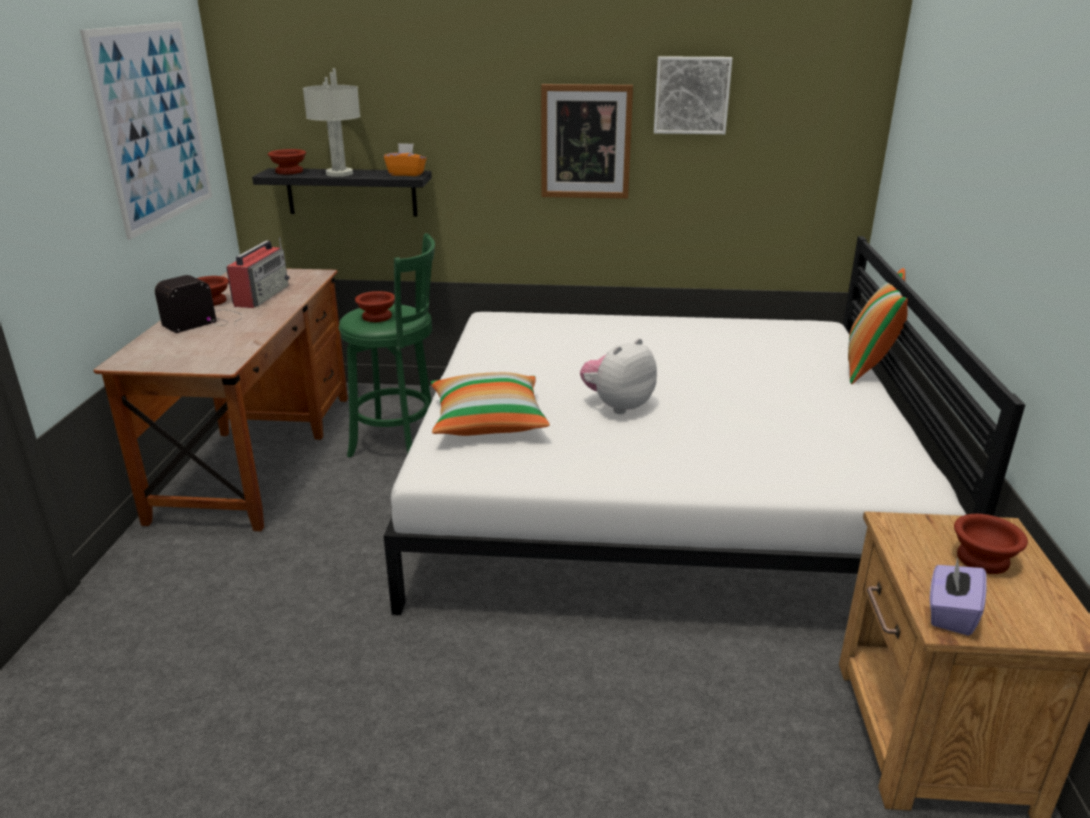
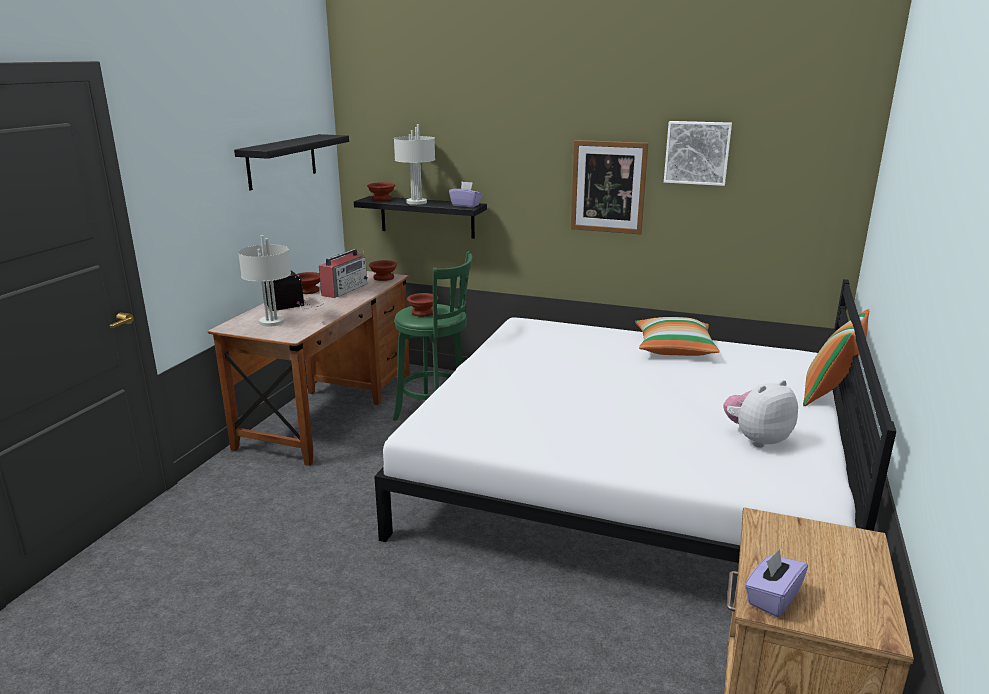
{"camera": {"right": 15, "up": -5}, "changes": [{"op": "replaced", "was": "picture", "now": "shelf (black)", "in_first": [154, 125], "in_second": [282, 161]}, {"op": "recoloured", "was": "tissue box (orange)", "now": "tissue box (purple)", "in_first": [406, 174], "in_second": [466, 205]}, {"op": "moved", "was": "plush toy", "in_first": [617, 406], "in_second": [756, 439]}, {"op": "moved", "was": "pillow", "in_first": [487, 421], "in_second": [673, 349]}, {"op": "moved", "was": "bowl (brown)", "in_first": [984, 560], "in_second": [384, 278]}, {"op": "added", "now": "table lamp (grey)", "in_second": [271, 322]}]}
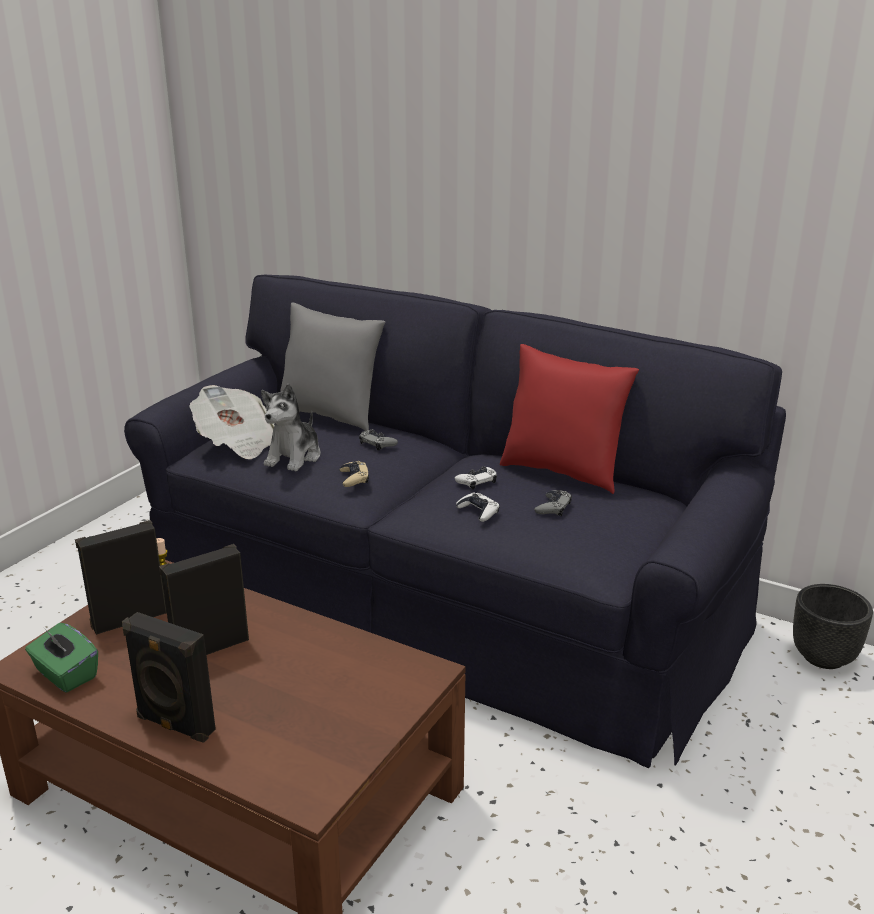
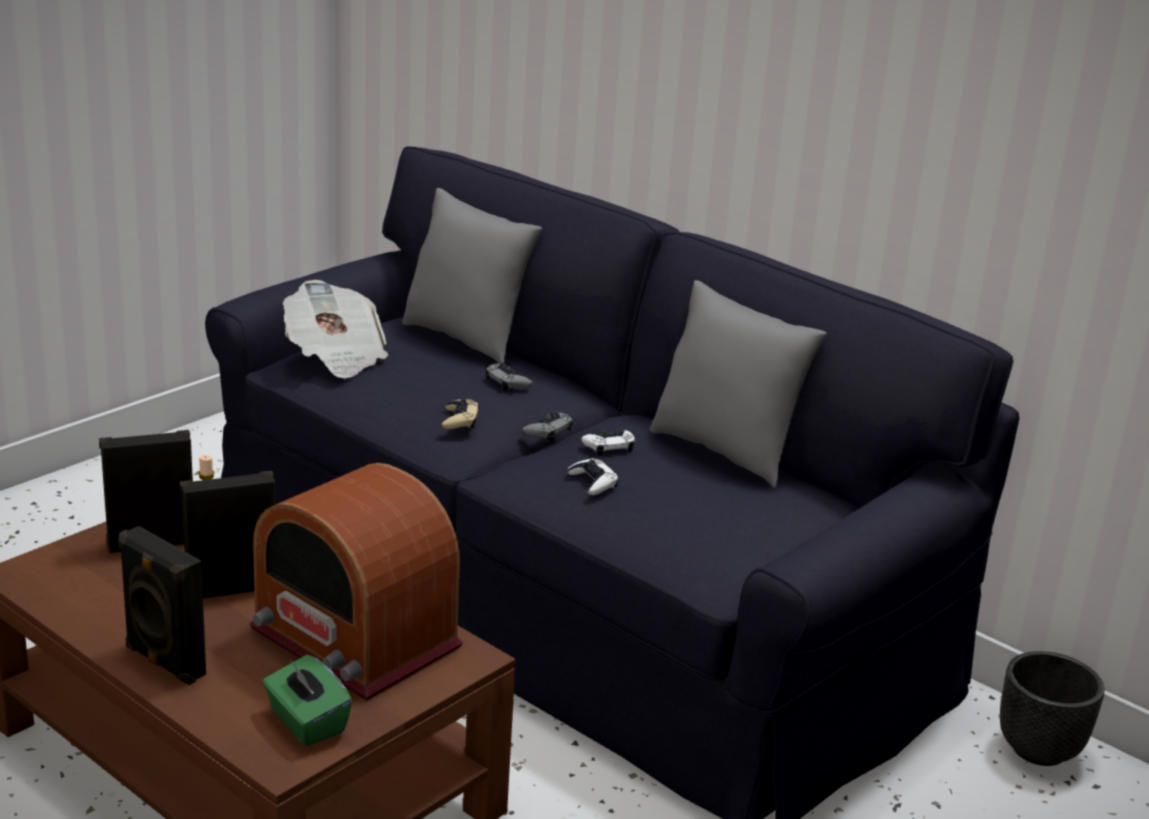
{"camera": {"right": 10, "up": 0}, "changes": [{"op": "recoloured", "was": "pillow (red)", "now": "pillow (grey)", "in_first": [562, 471], "in_second": [725, 451]}, {"op": "removed", "was": "plush toy", "in_first": [294, 457]}, {"op": "moved", "was": "game controller (grey)", "in_first": [553, 507], "in_second": [548, 431]}, {"op": "moved", "was": "tissue box (green)", "in_first": [65, 674], "in_second": [306, 723]}, {"op": "added", "now": "radio", "in_second": [354, 639]}]}
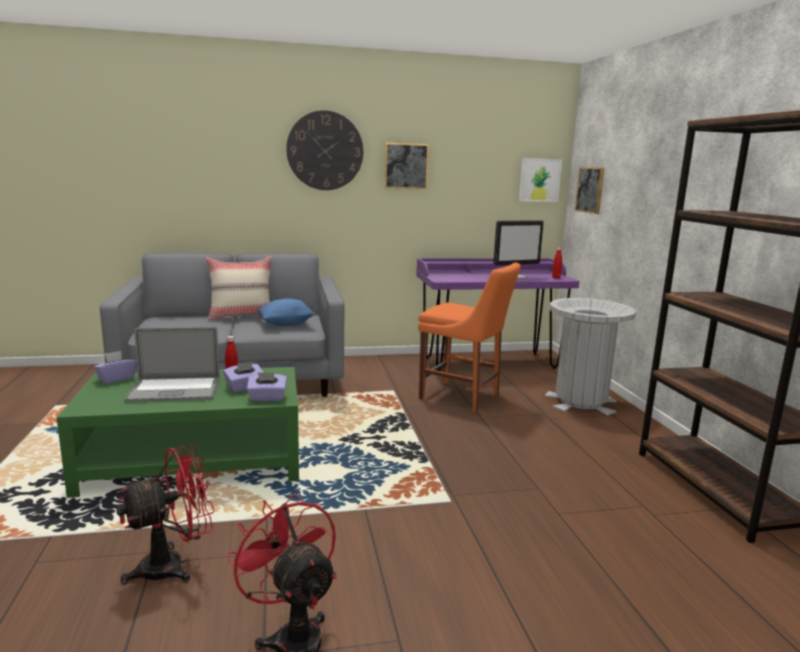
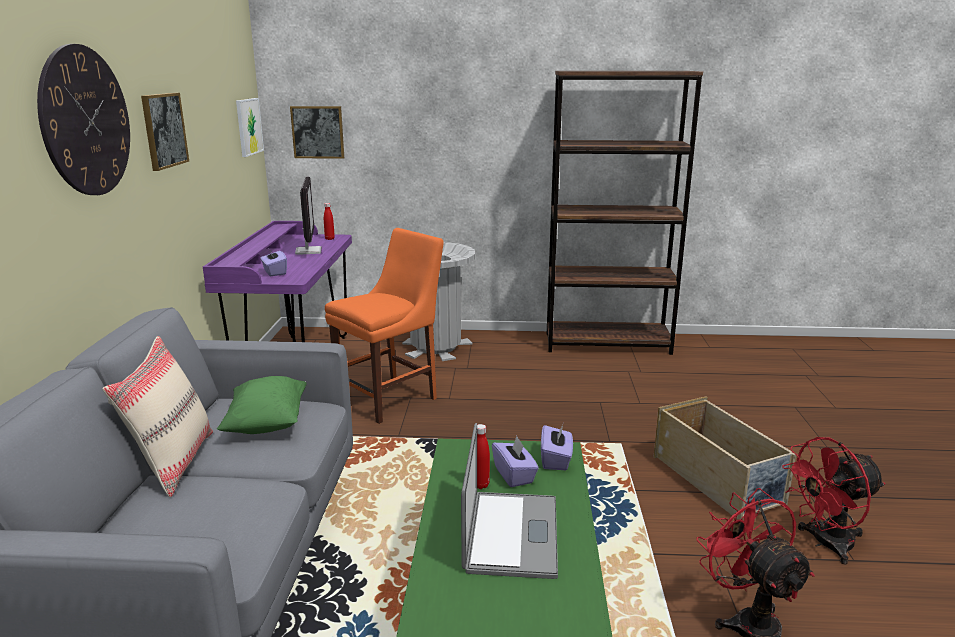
{"camera": {"right": -75, "up": 5}, "changes": [{"op": "recoloured", "was": "pillow (blue)", "now": "pillow (green)", "in_first": [286, 324], "in_second": [266, 424]}, {"op": "moved", "was": "tissue box (purple)", "in_first": [116, 379], "in_second": [274, 272]}, {"op": "added", "now": "storage box (beige)", "in_second": [718, 480]}]}
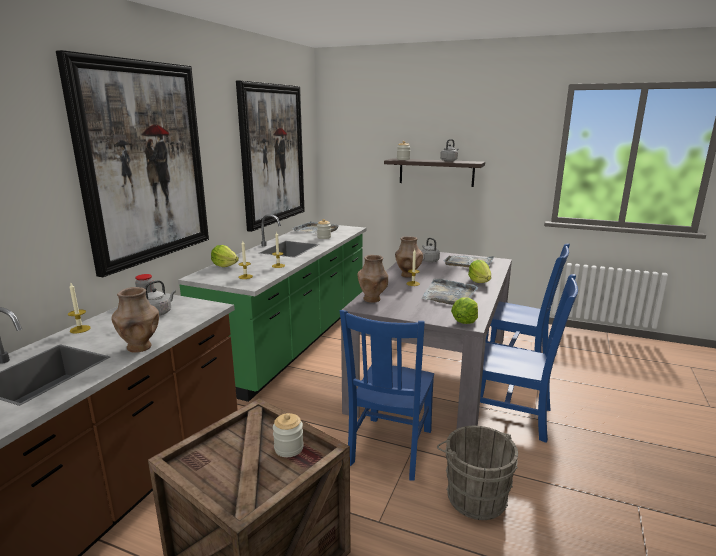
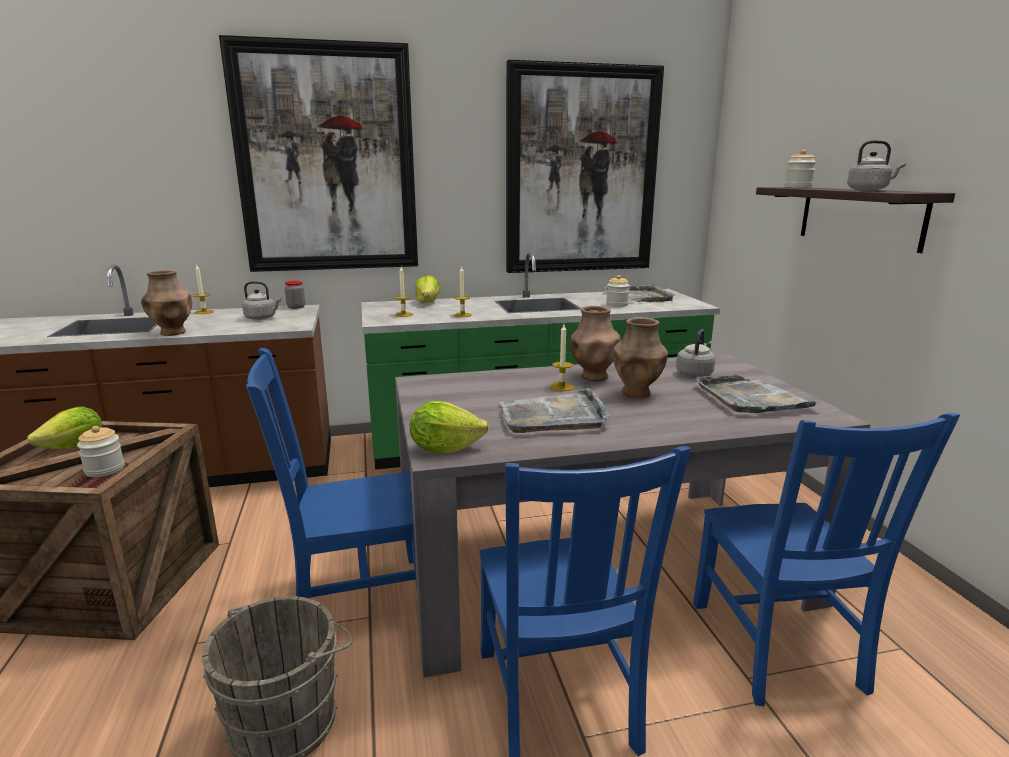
{"camera": {"right": 55, "up": 0}, "changes": [{"op": "moved", "was": "vase (brown)", "in_first": [372, 299], "in_second": [636, 393]}, {"op": "moved", "was": "lettuce", "in_first": [479, 281], "in_second": [74, 446]}]}
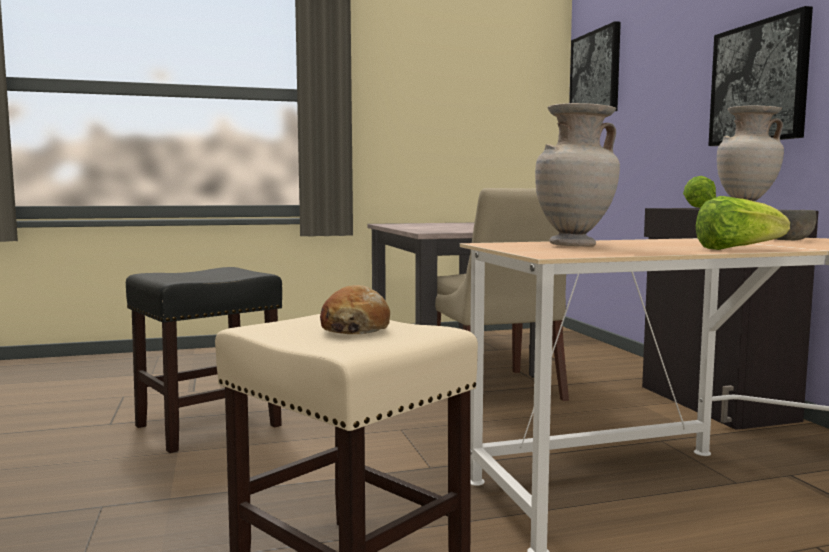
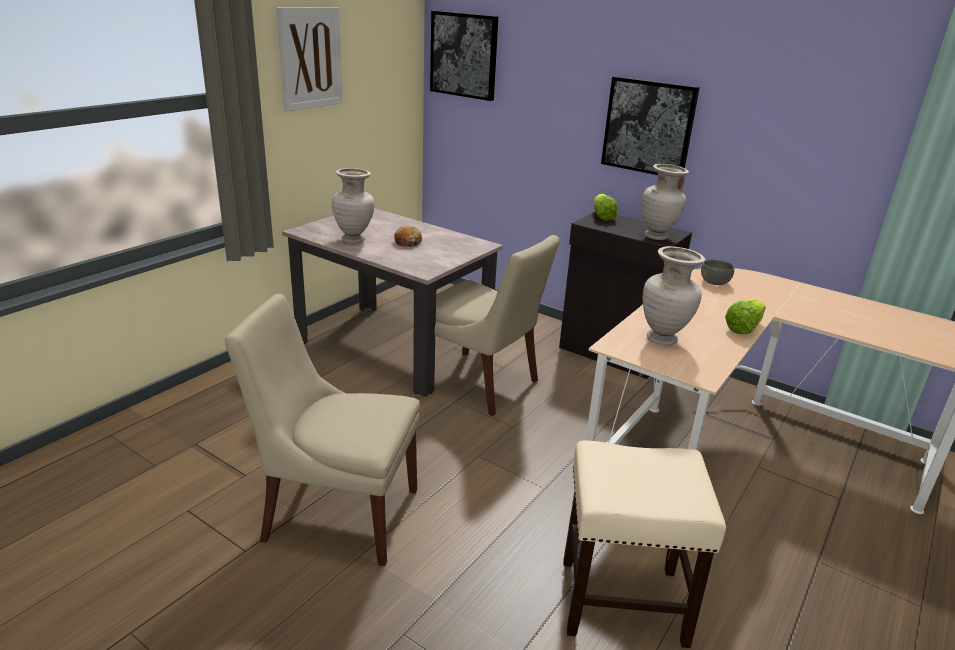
{"camera": {"right": -40, "up": 20}, "changes": [{"op": "replaced", "was": "stool (black)", "now": "chair (beige)", "in_first": [210, 425], "in_second": [336, 513]}, {"op": "moved", "was": "bread", "in_first": [355, 328], "in_second": [407, 242]}, {"op": "added", "now": "picture", "in_second": [310, 58]}, {"op": "added", "now": "vase (beige)", "in_second": [354, 240]}]}
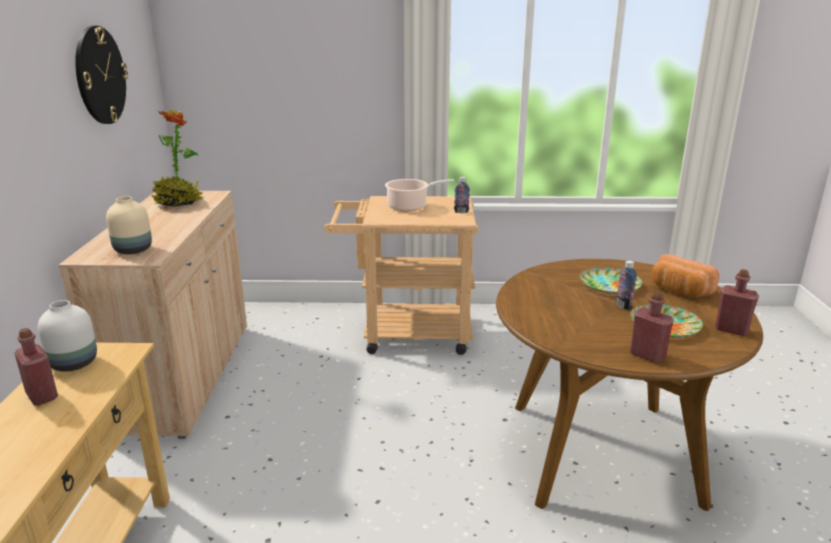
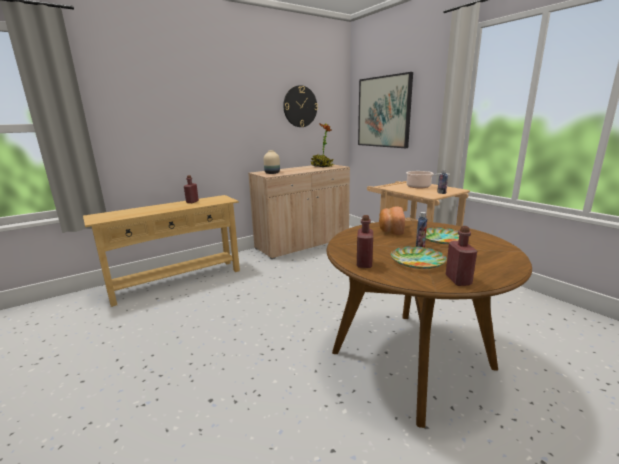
{"camera": {"right": 55, "up": -5}, "changes": [{"op": "moved", "was": "bread", "in_first": [679, 291], "in_second": [390, 230]}, {"op": "removed", "was": "vase (white)", "in_first": [72, 363]}, {"op": "added", "now": "picture", "in_second": [384, 112]}]}
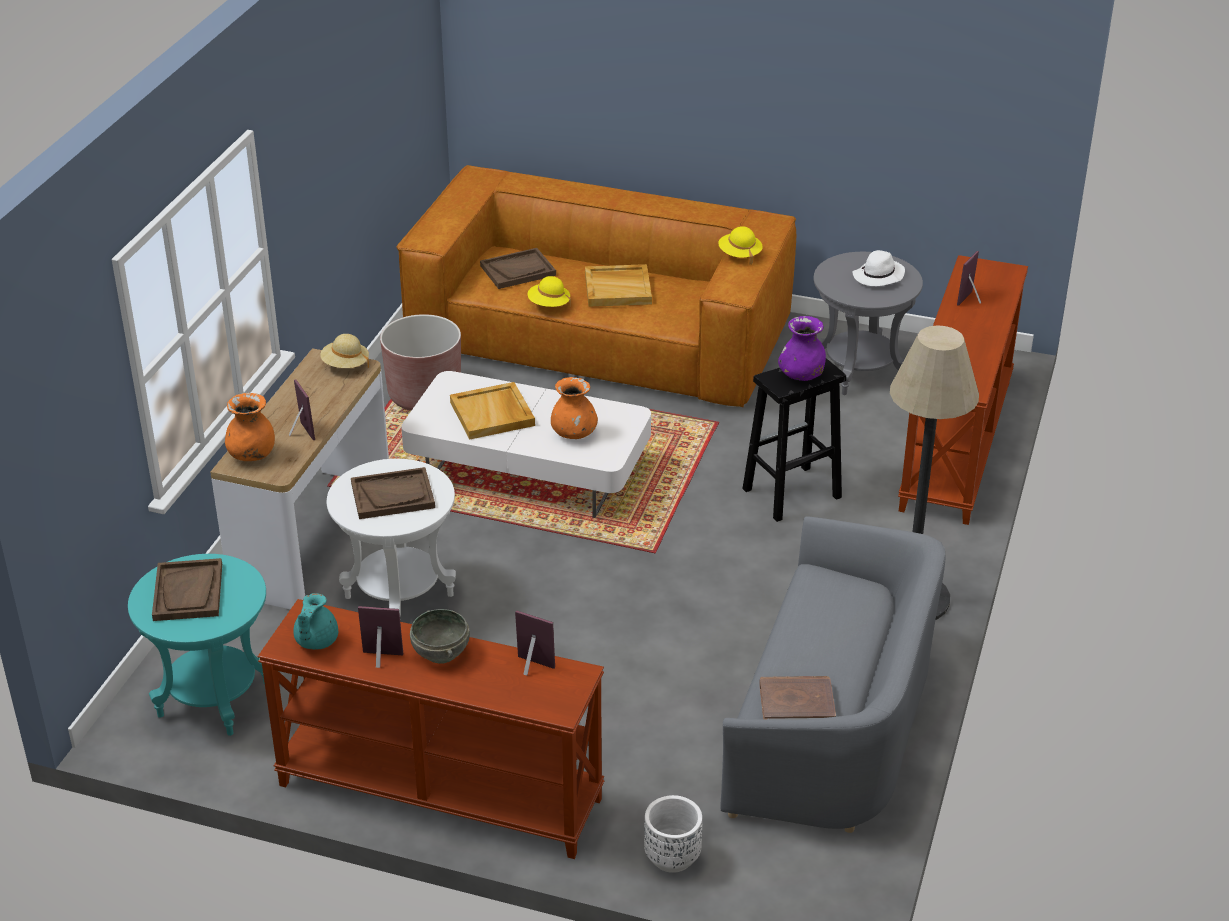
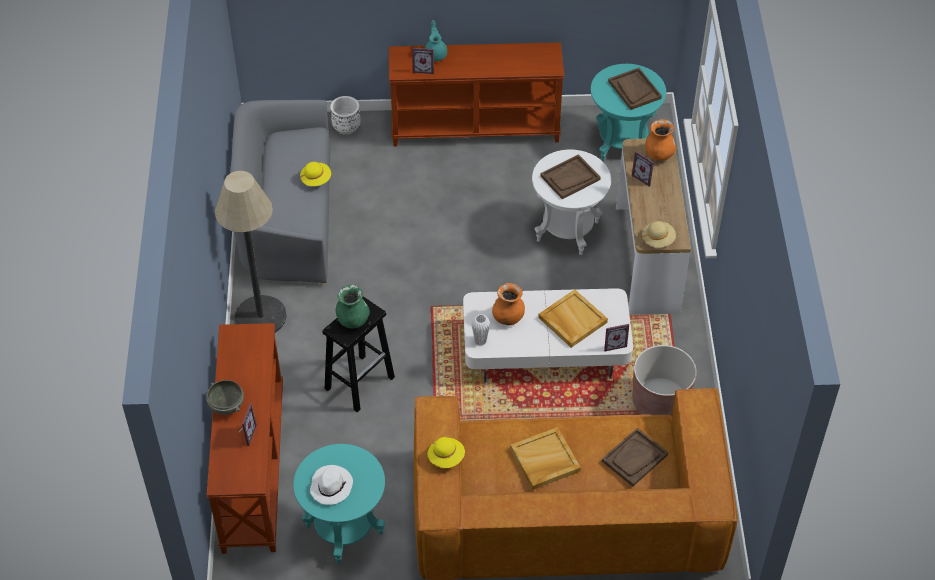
{"camera": {"right": 160, "up": 15}, "changes": [{"op": "recoloured", "was": "side table (grey)", "now": "side table (turquoise)", "in_first": [859, 372], "in_second": [344, 530]}, {"op": "moved", "was": "hat (yellow)", "in_first": [549, 304], "in_second": [316, 179]}, {"op": "recoloured", "was": "vase (purple)", "now": "vase (green)", "in_first": [801, 376], "in_second": [352, 320]}, {"op": "moved", "was": "teapot (turquoise)", "in_first": [315, 641], "in_second": [436, 54]}, {"op": "moved", "was": "picture frame", "in_first": [381, 660], "in_second": [613, 344]}, {"op": "moved", "was": "bowl (grey)", "in_first": [442, 652], "in_second": [226, 406]}, {"op": "removed", "was": "book (brown)", "in_first": [796, 704]}, {"op": "added", "now": "vase (white)", "in_second": [480, 341]}]}
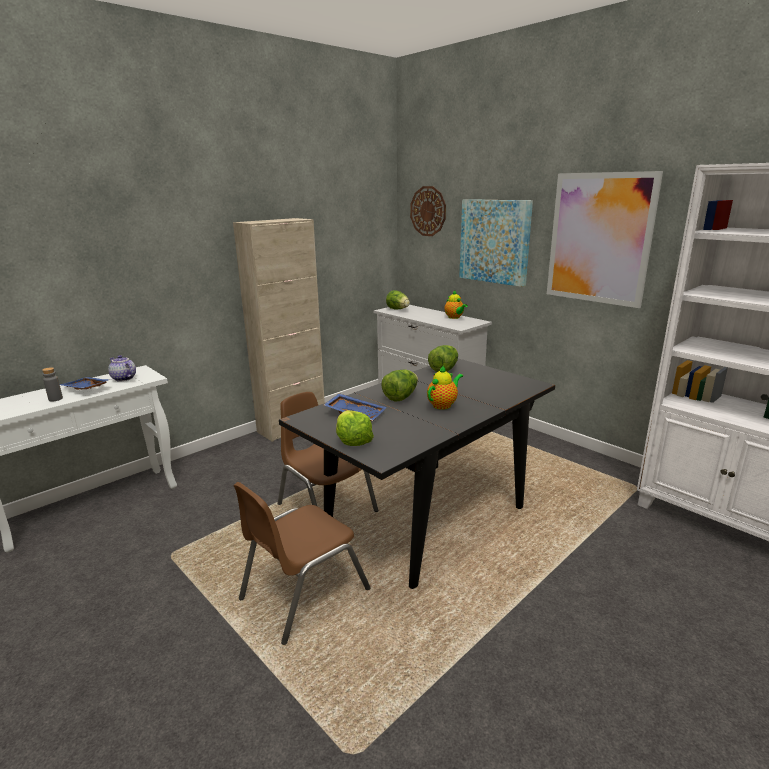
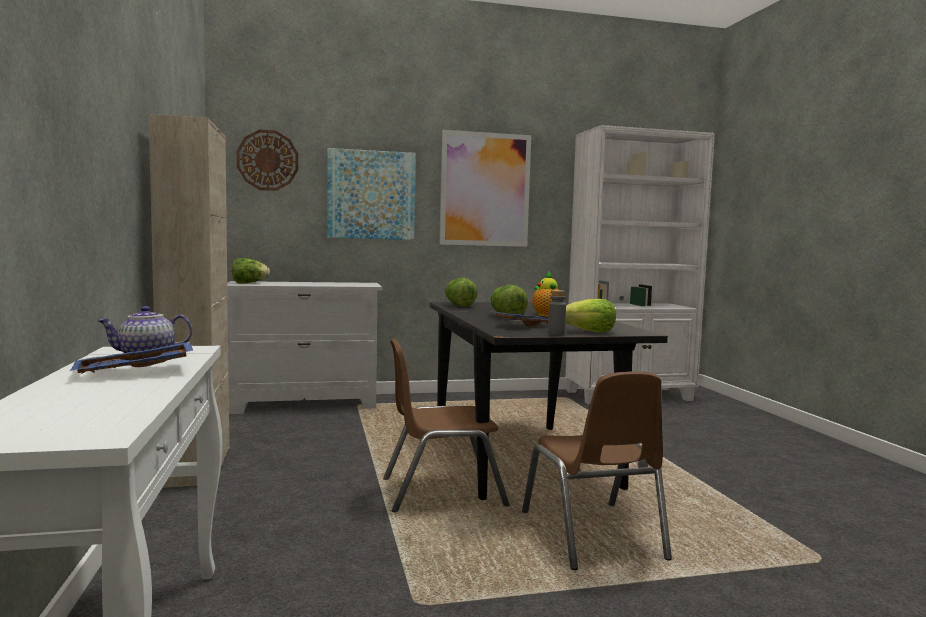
{"camera": {"right": -60, "up": -15}, "changes": [{"op": "removed", "was": "teapot", "in_first": [454, 317]}, {"op": "moved", "was": "bottle (grey)", "in_first": [55, 399], "in_second": [556, 334]}]}
